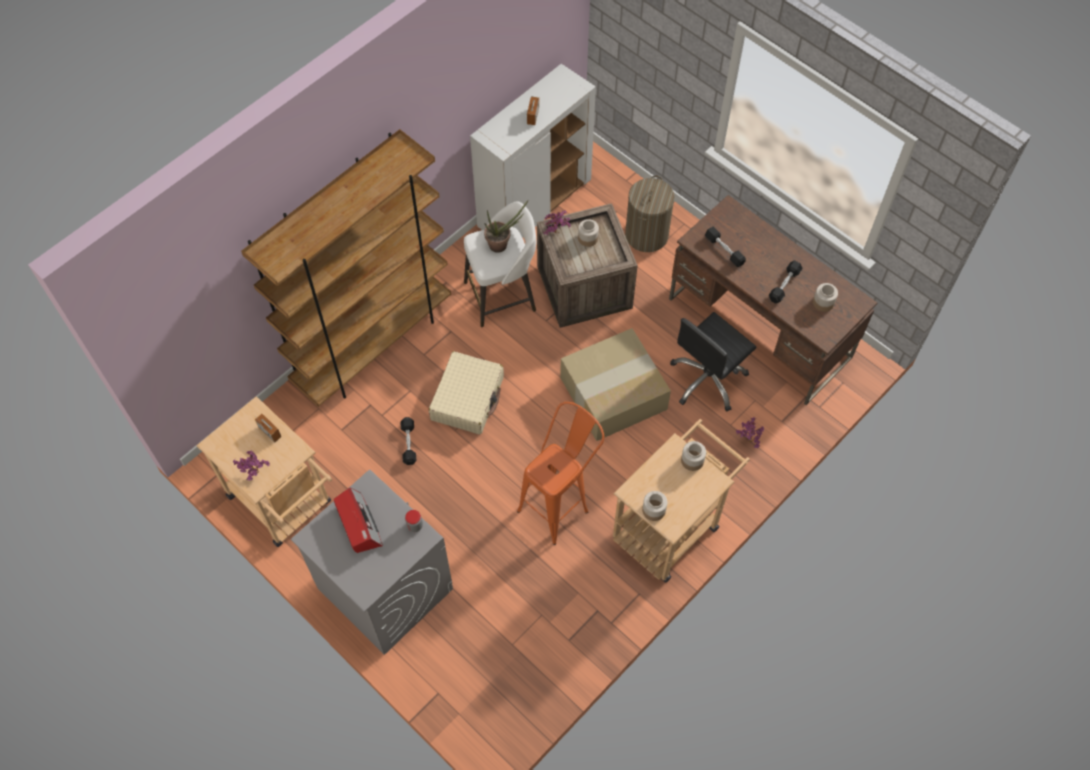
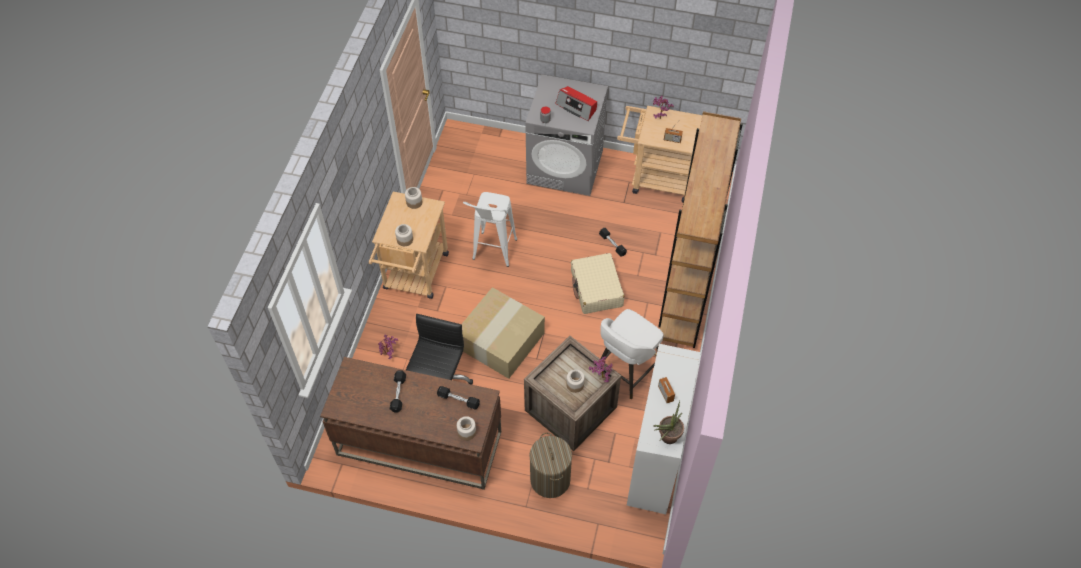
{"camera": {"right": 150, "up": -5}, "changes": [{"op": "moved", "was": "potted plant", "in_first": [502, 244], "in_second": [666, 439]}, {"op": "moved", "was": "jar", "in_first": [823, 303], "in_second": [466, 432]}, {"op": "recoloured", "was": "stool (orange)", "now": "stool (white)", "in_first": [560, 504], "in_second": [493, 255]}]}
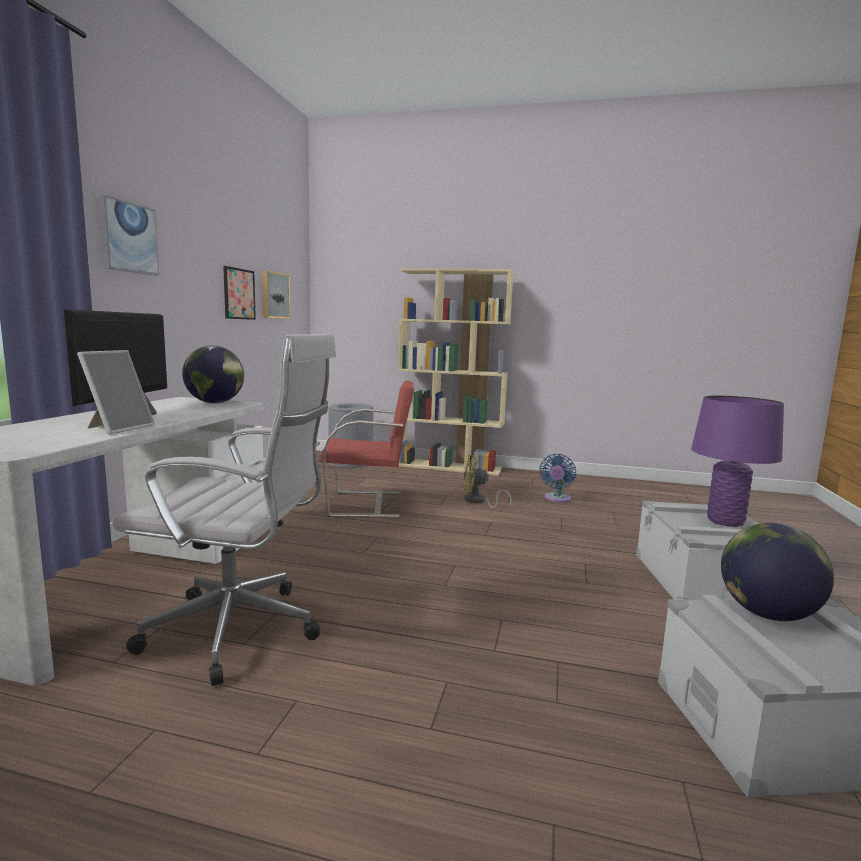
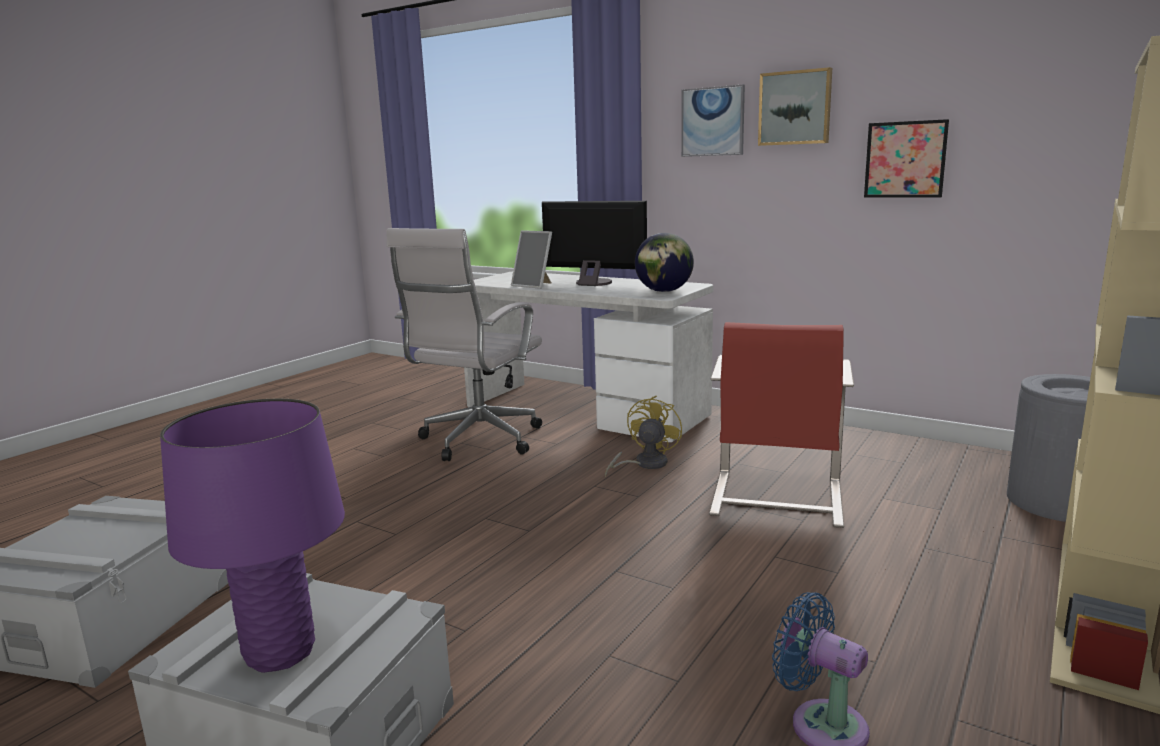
{"camera": {"right": 110, "up": 5}, "changes": [{"op": "moved", "was": "picture", "in_first": [274, 295], "in_second": [795, 108]}, {"op": "moved", "was": "fan (yellow)", "in_first": [478, 501], "in_second": [644, 464]}, {"op": "removed", "was": "globe", "in_first": [767, 613]}]}
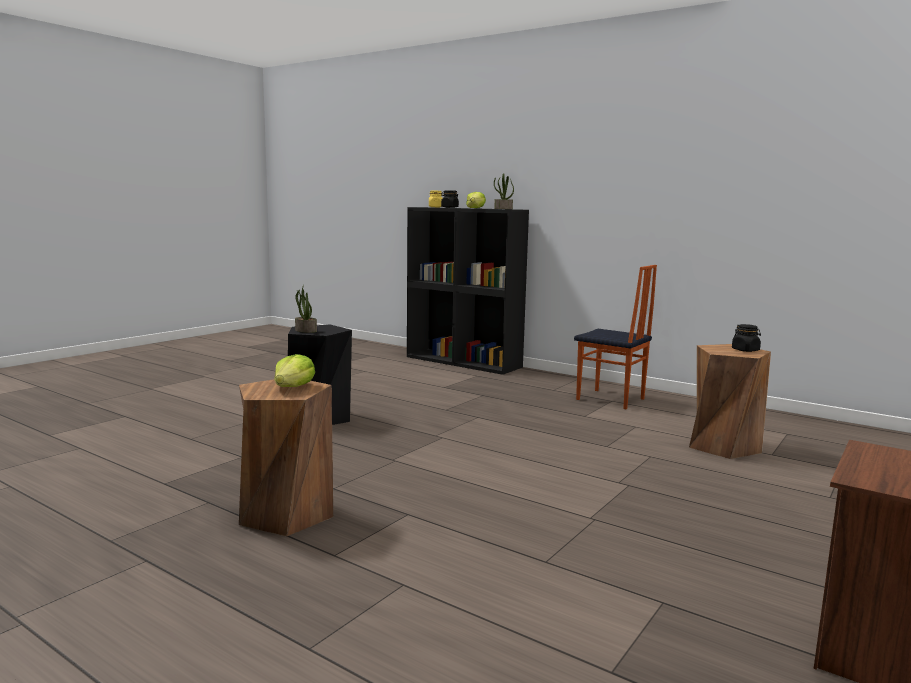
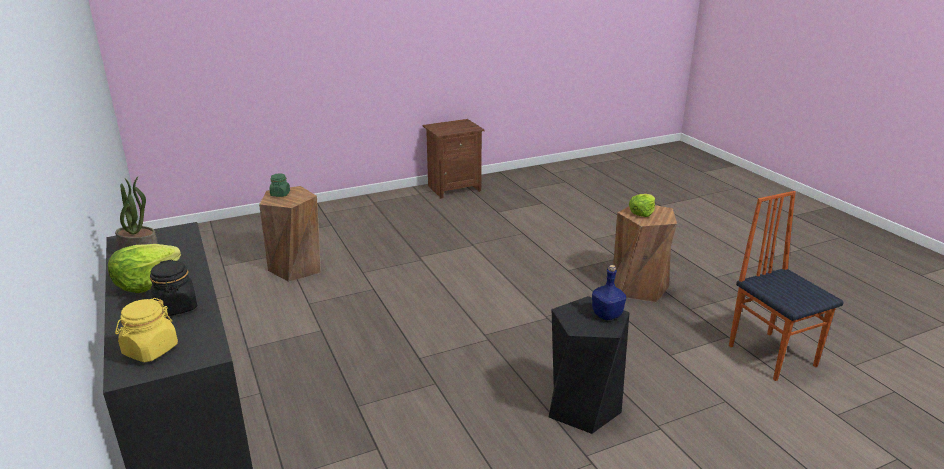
{"camera": {"right": -150, "up": 15}, "changes": [{"op": "moved", "was": "chair", "in_first": [610, 399], "in_second": [772, 355]}, {"op": "replaced", "was": "potted plant", "now": "bottle (blue)", "in_first": [305, 331], "in_second": [607, 315]}, {"op": "recoloured", "was": "jar (black)", "now": "jar (green)", "in_first": [745, 350], "in_second": [280, 194]}]}
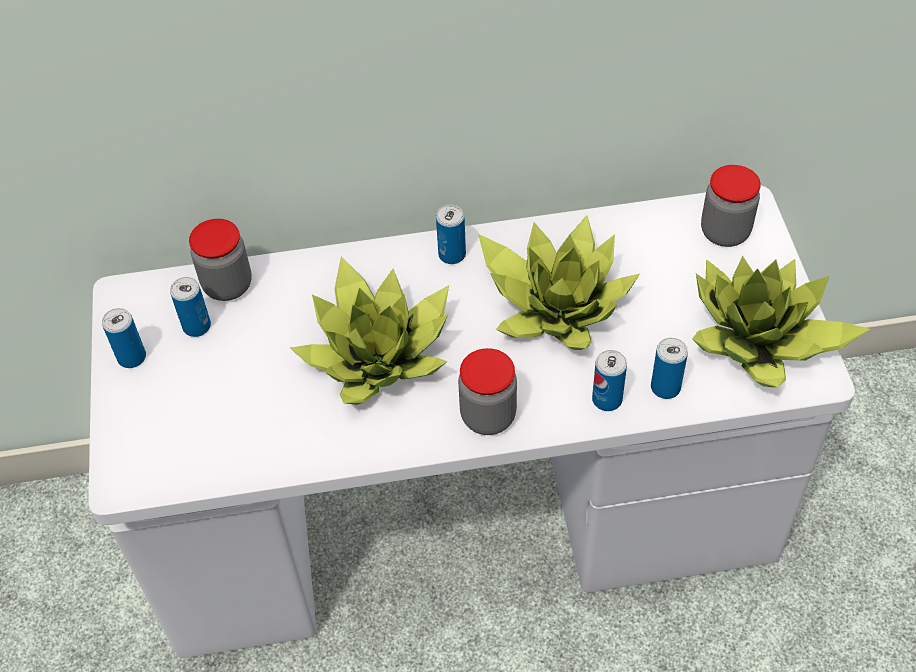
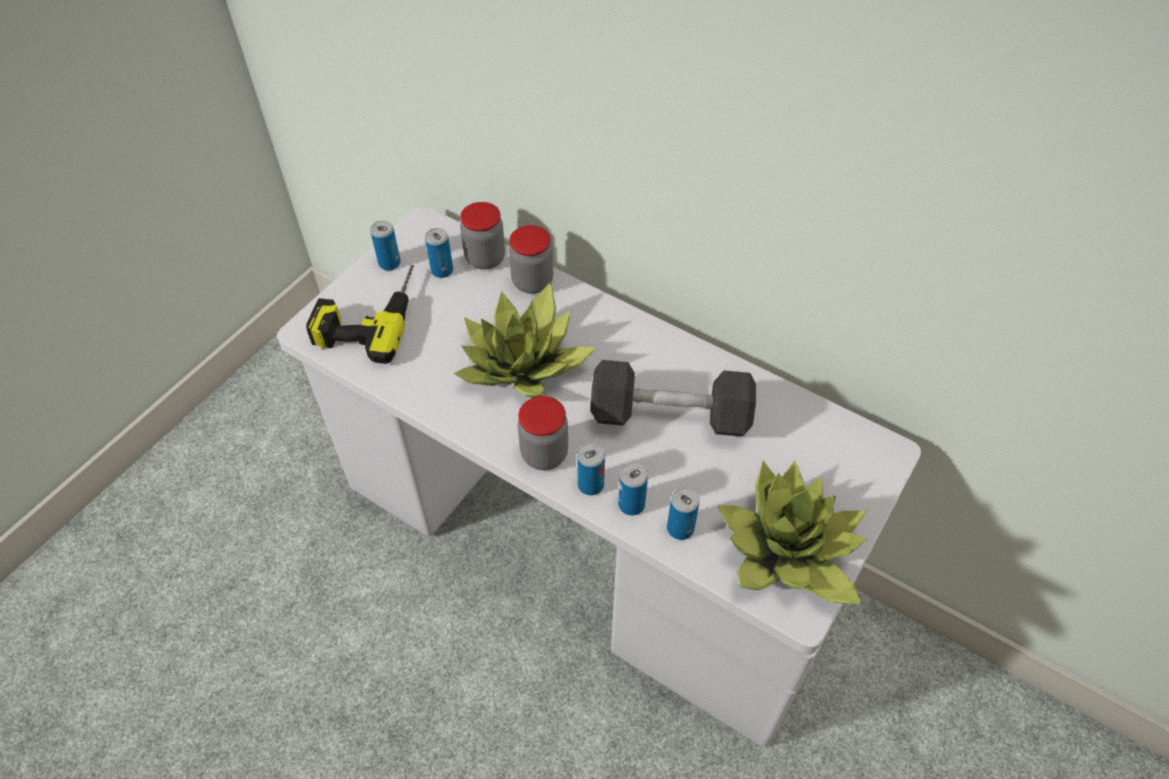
{"camera": {"right": 40, "up": 0}, "changes": [{"op": "moved", "was": "jar", "in_first": [725, 232], "in_second": [532, 282]}, {"op": "moved", "was": "can", "in_first": [452, 254], "in_second": [590, 485]}, {"op": "replaced", "was": "potted plant", "now": "dumbbell (grey)", "in_first": [555, 303], "in_second": [670, 415]}, {"op": "added", "now": "power drill", "in_second": [367, 314]}]}
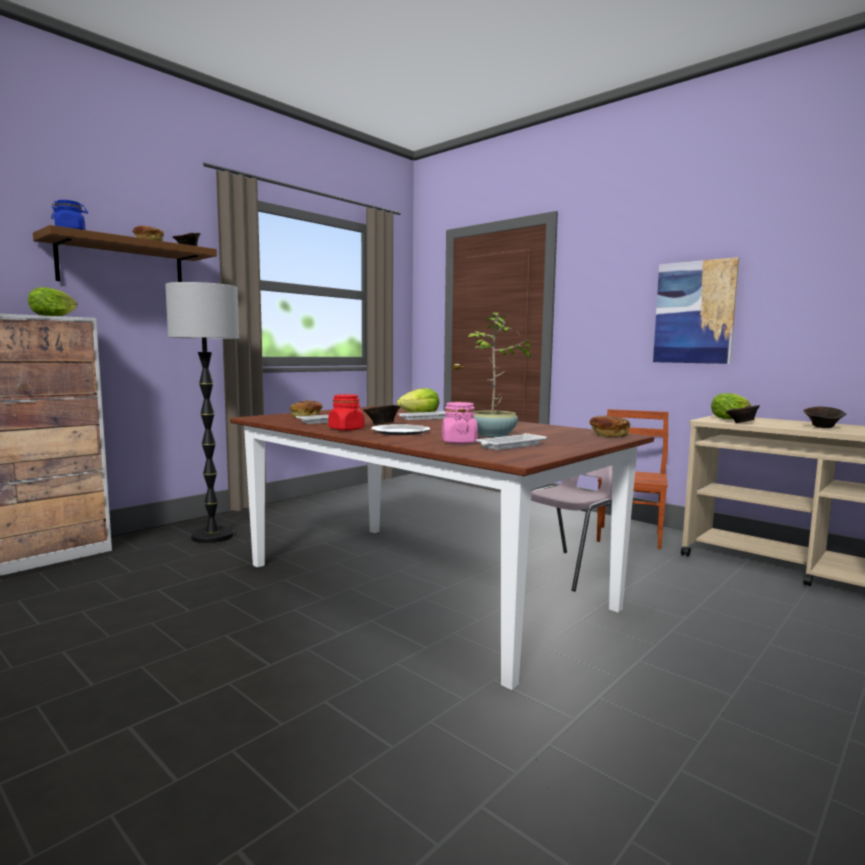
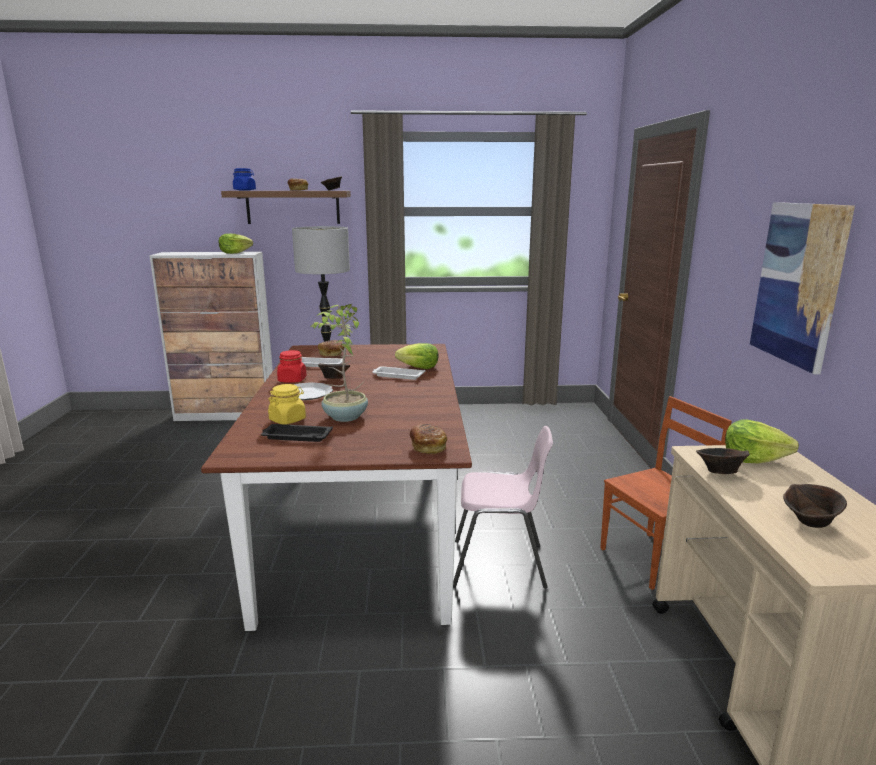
{"camera": {"right": 45, "up": 10}, "changes": [{"op": "recoloured", "was": "jar (pink)", "now": "jar (yellow)", "in_first": [459, 442], "in_second": [287, 420]}, {"op": "recoloured", "was": "tray (white)", "now": "tray (black)", "in_first": [510, 446], "in_second": [296, 436]}]}
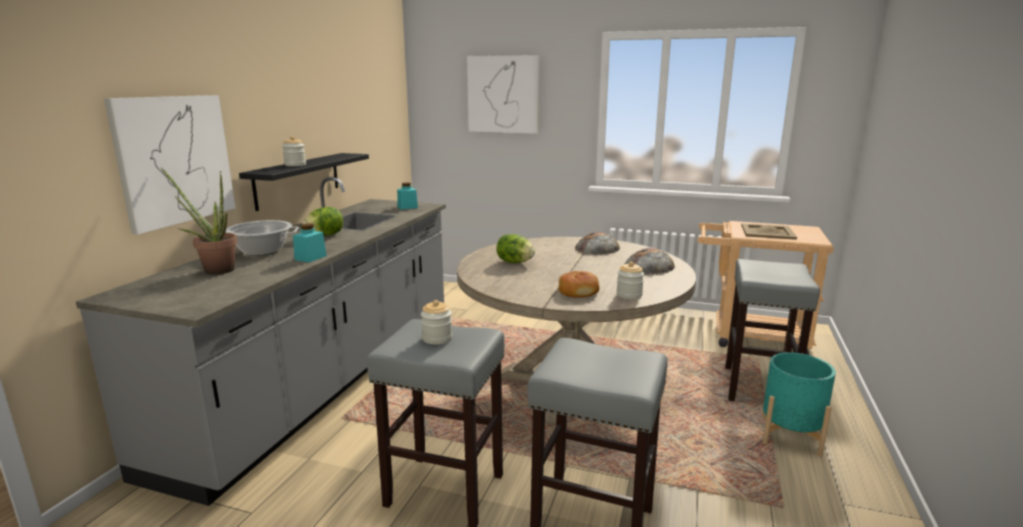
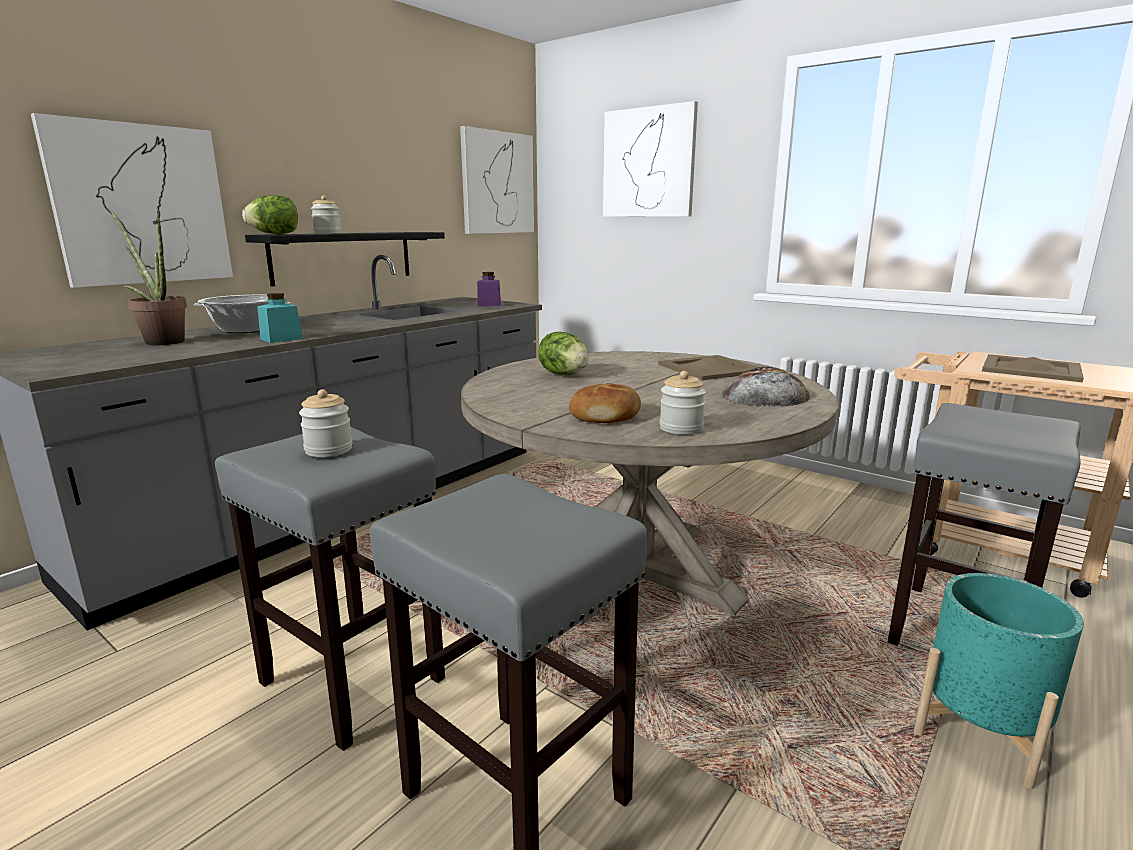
{"camera": {"right": 20, "up": 0}, "changes": [{"op": "recoloured", "was": "jar (turquoise)", "now": "jar (purple)", "in_first": [407, 207], "in_second": [489, 304]}, {"op": "moved", "was": "lettuce", "in_first": [325, 235], "in_second": [275, 234]}, {"op": "replaced", "was": "bread", "now": "tray (beige)", "in_first": [597, 248], "in_second": [709, 368]}, {"op": "added", "now": "picture", "in_second": [497, 183]}]}
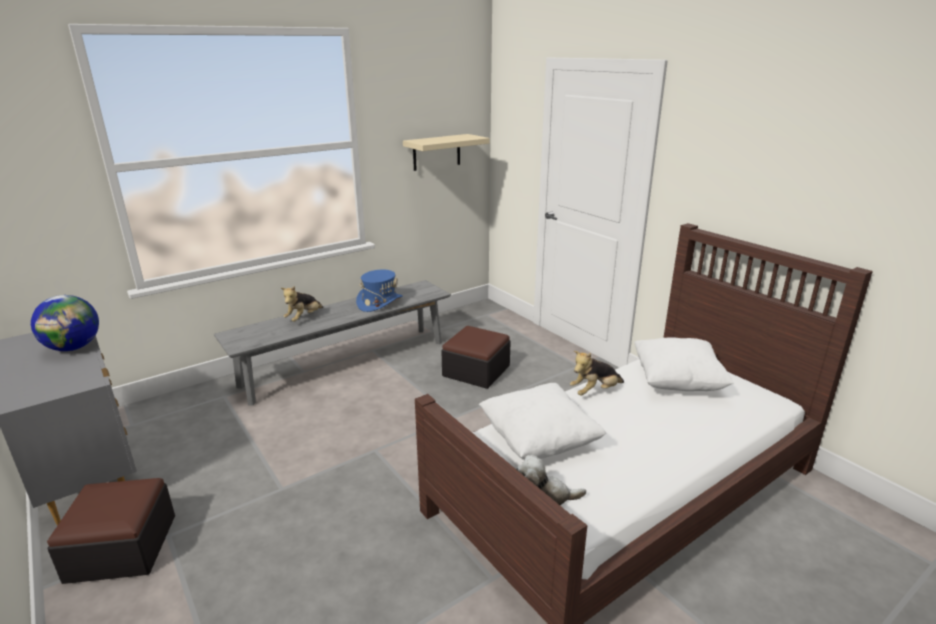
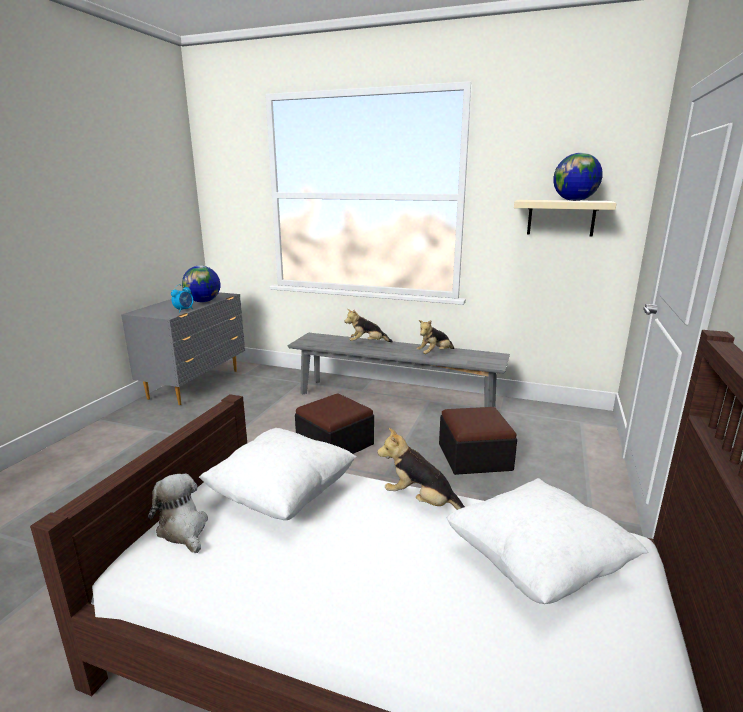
{"camera": {"right": 55, "up": -5}, "changes": [{"op": "replaced", "was": "hat (blue)", "now": "plush toy", "in_first": [379, 302], "in_second": [434, 354]}, {"op": "moved", "was": "ottoman", "in_first": [122, 548], "in_second": [335, 443]}, {"op": "added", "now": "globe", "in_second": [574, 201]}, {"op": "added", "now": "alarm clock", "in_second": [184, 310]}]}
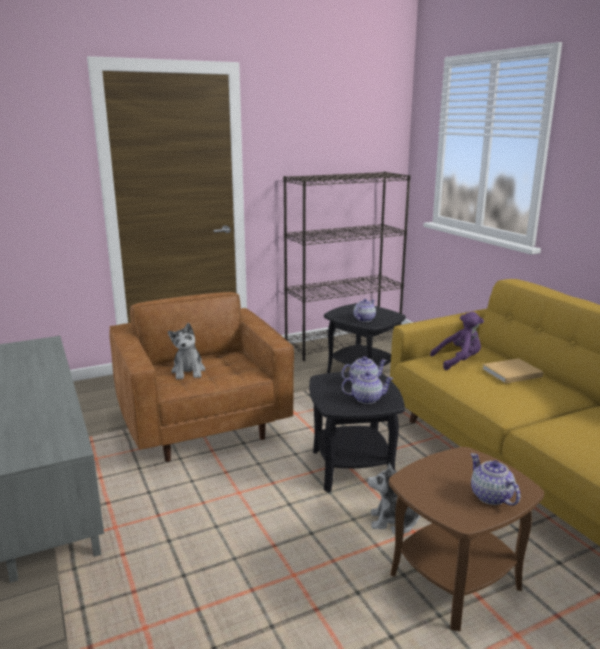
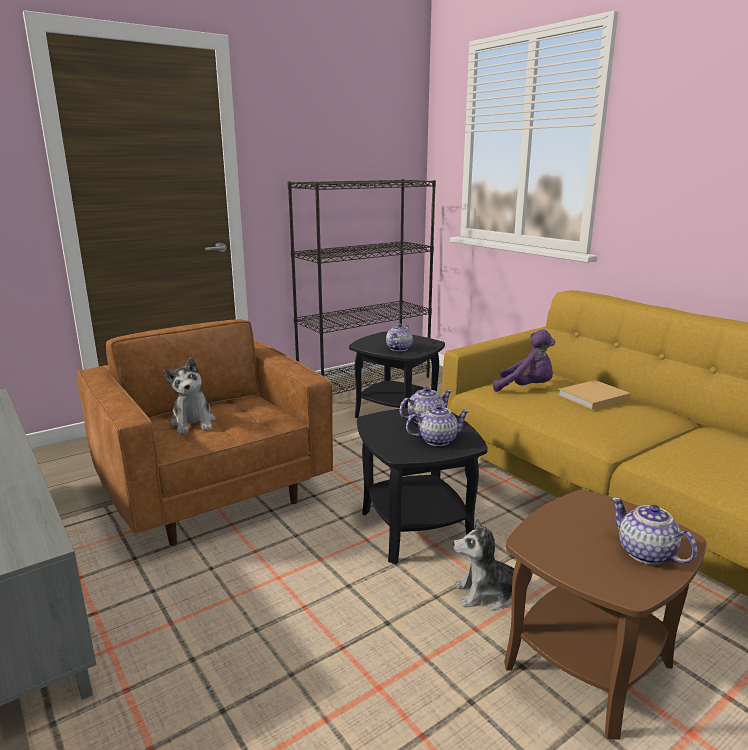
{"camera": {"right": -10, "up": 0}, "changes": [{"op": "turned", "was": "plush toy (purple)", "in_first": [458, 361], "in_second": [526, 388], "clockwise": 45}]}
